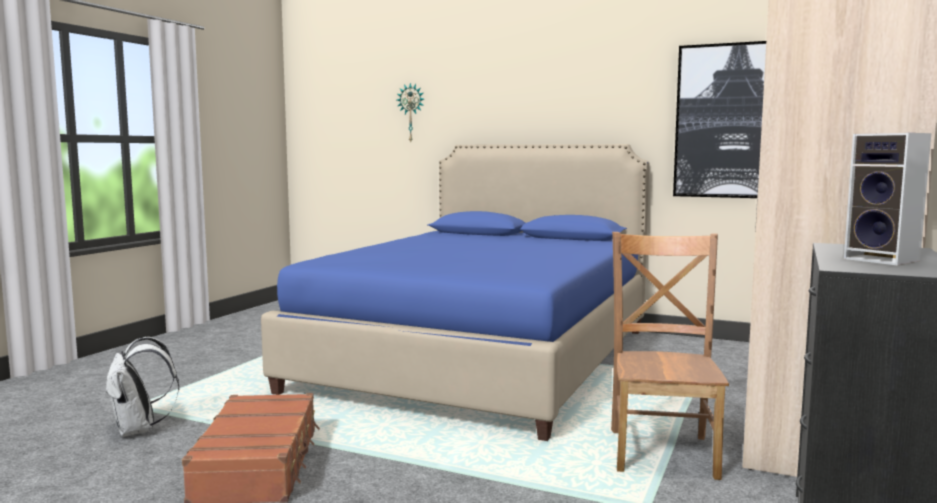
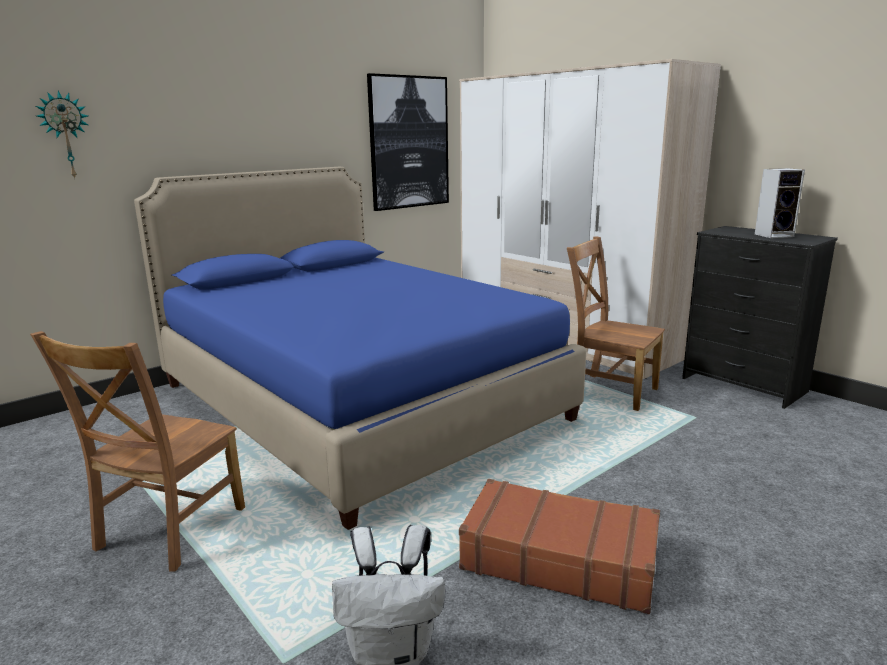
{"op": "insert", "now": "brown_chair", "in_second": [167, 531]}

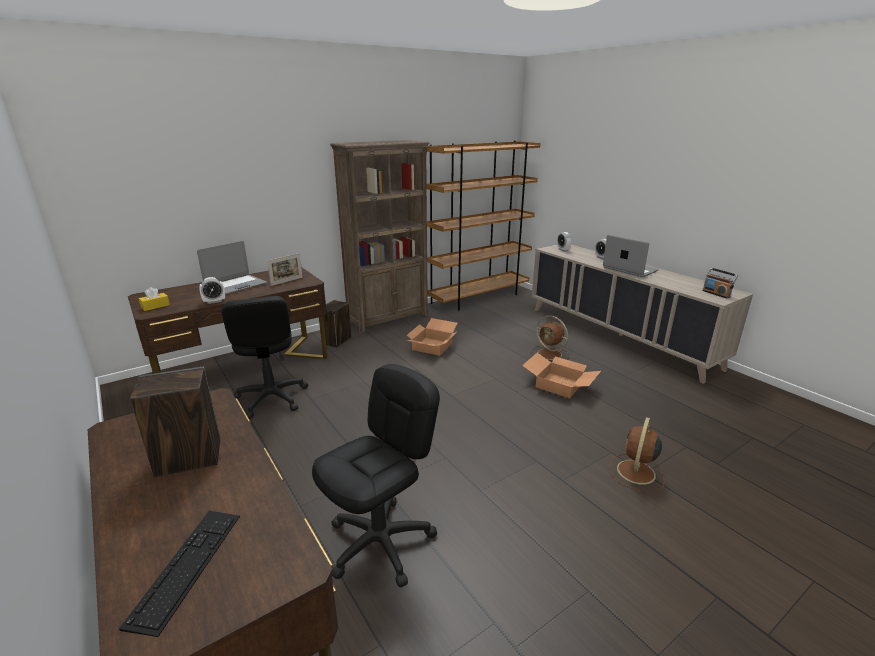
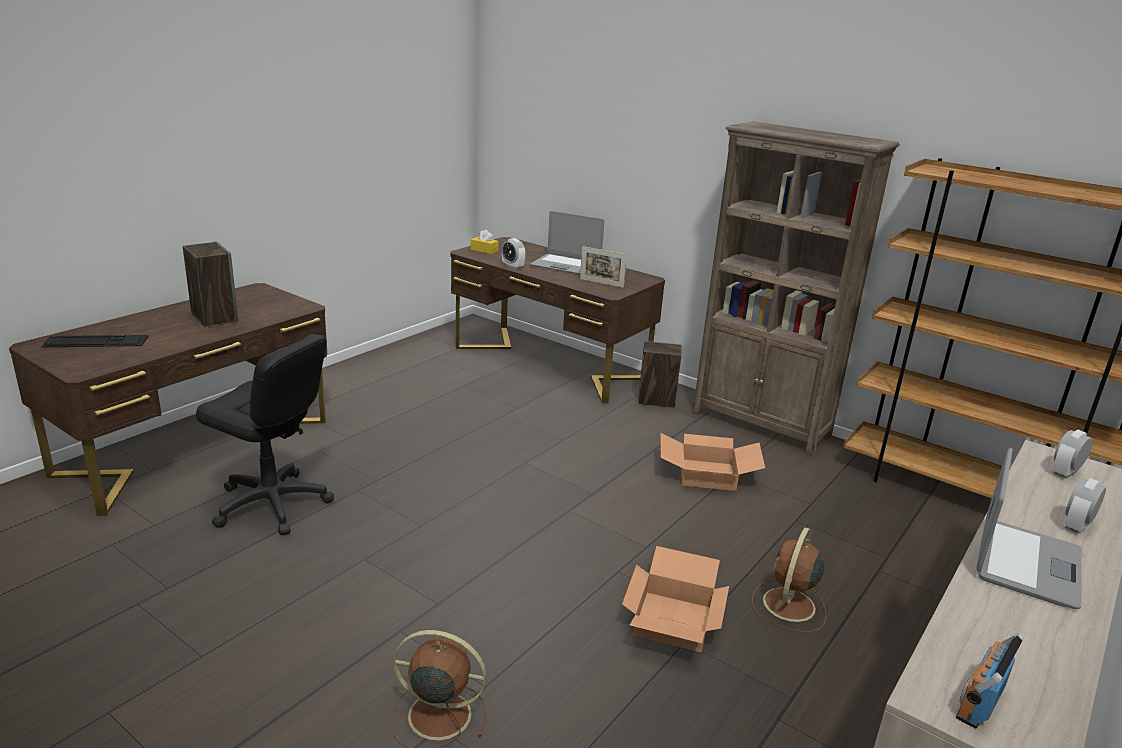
{"op": "delete", "was": "blackish_computer_chair", "in_first": [271, 398]}

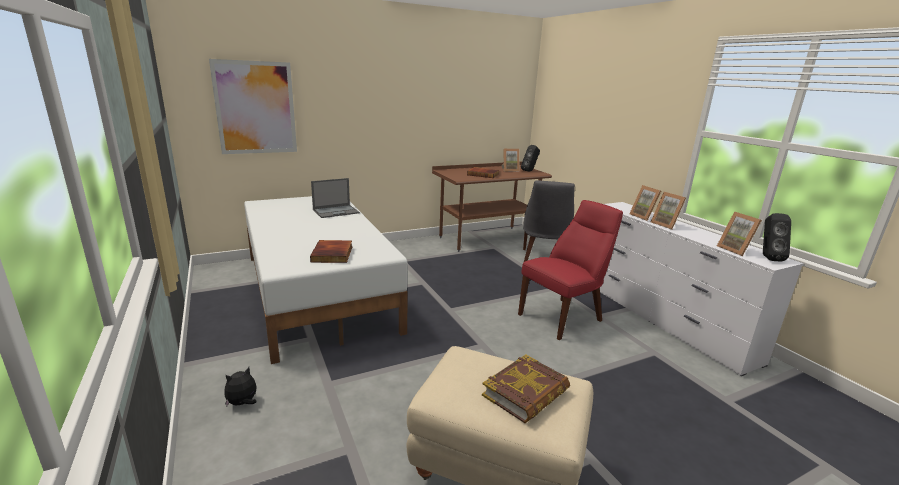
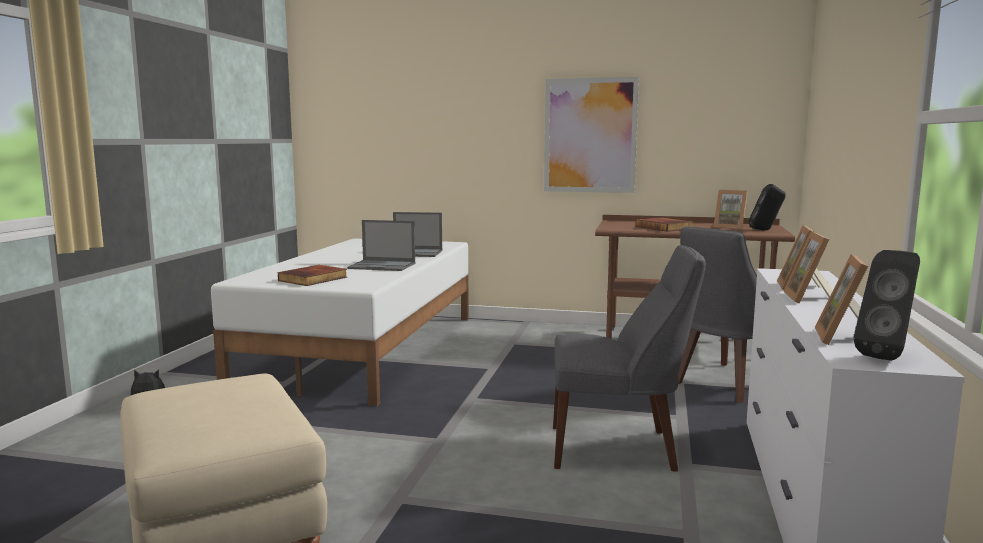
{"op": "move", "was": "picture", "in_first": [255, 108], "in_second": [590, 135]}
{"op": "recolor", "was": "red-coloured_chair", "now": "gray_chair", "in_first": [563, 317], "in_second": [618, 449]}
{"op": "delete", "was": "volume", "in_first": [526, 393]}
{"op": "insert", "now": "portable_computer", "in_second": [383, 266]}

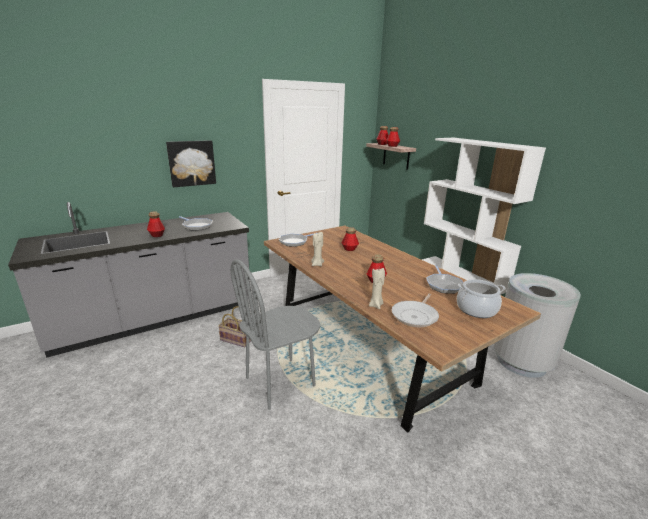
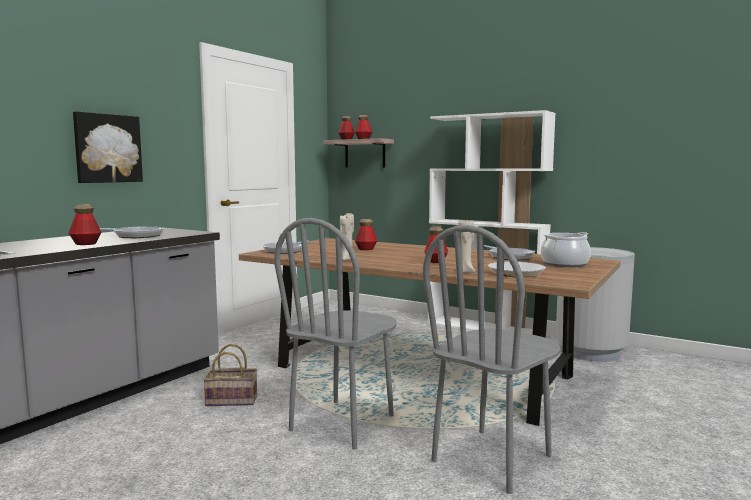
{"op": "insert", "now": "gray_chair", "in_second": [492, 459]}

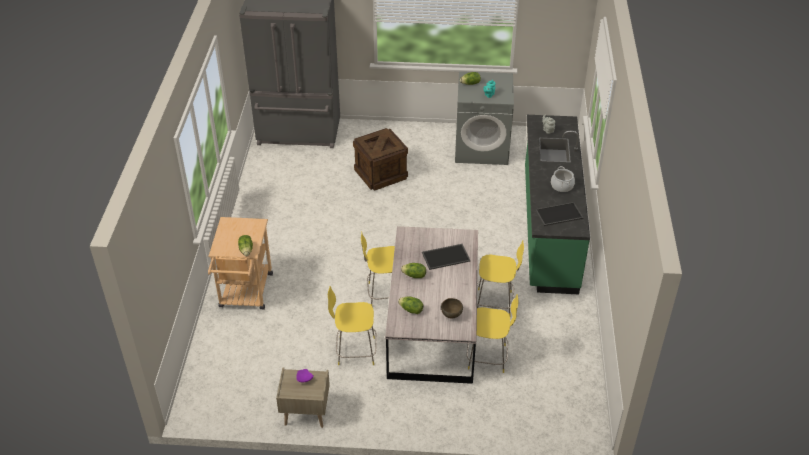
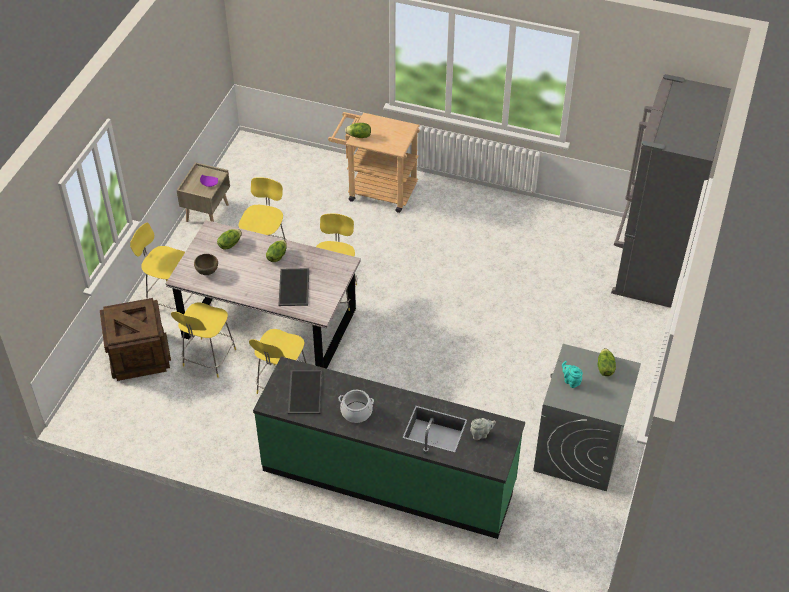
{"op": "move", "was": "crate", "in_first": [380, 174], "in_second": [139, 356]}
{"op": "insert", "now": "yellow-coloured_chair", "in_second": [171, 300]}

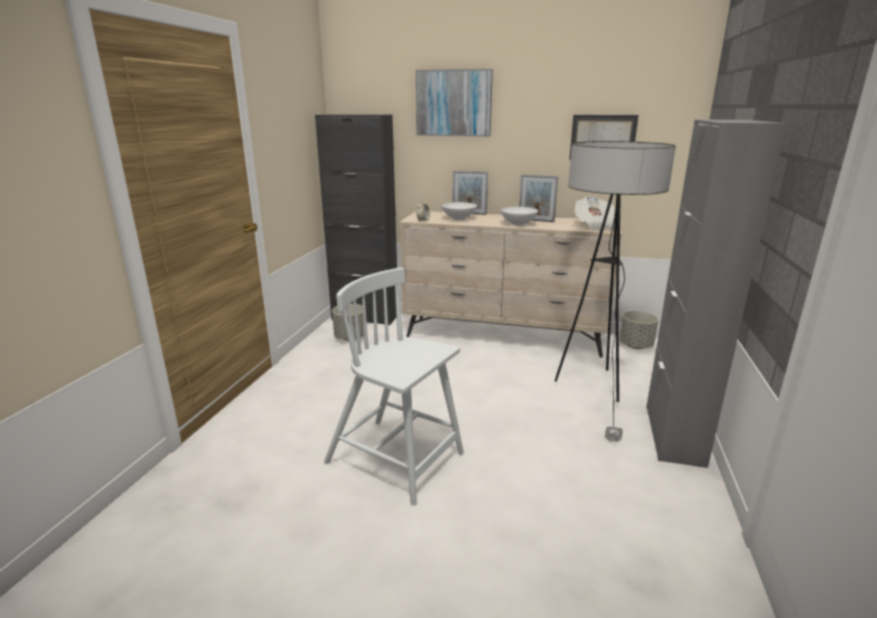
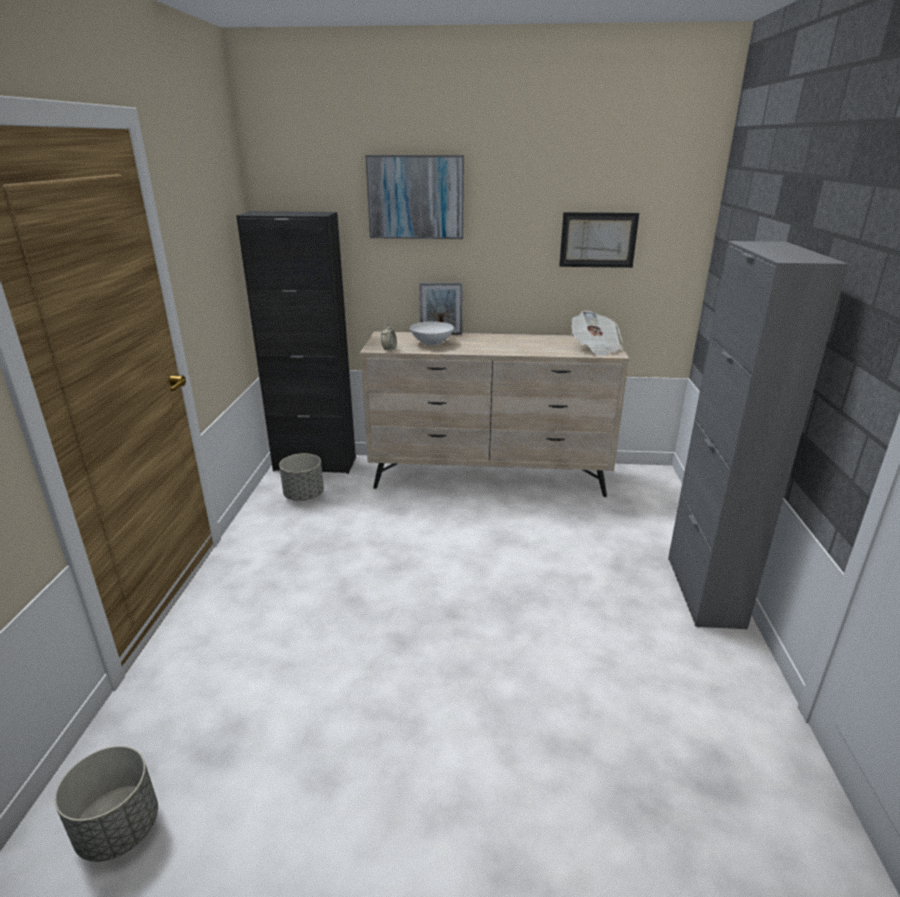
{"op": "delete", "was": "standard_lamp", "in_first": [593, 391]}
{"op": "delete", "was": "picture_frame", "in_first": [536, 220]}
{"op": "delete", "was": "white_bowl", "in_first": [518, 224]}
{"op": "delete", "was": "white_chair", "in_first": [397, 459]}
{"op": "move", "was": "gray_planter", "in_first": [636, 346], "in_second": [119, 829]}

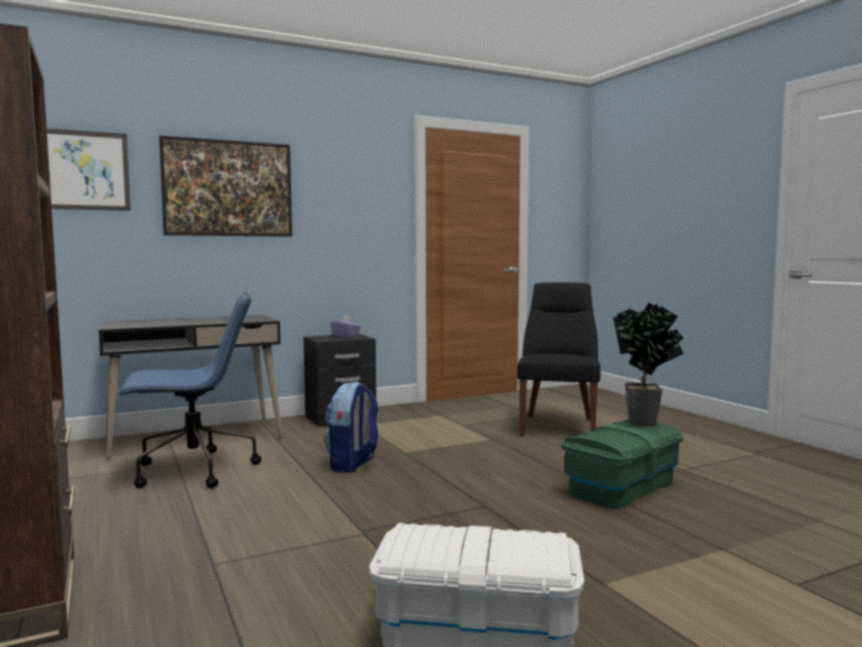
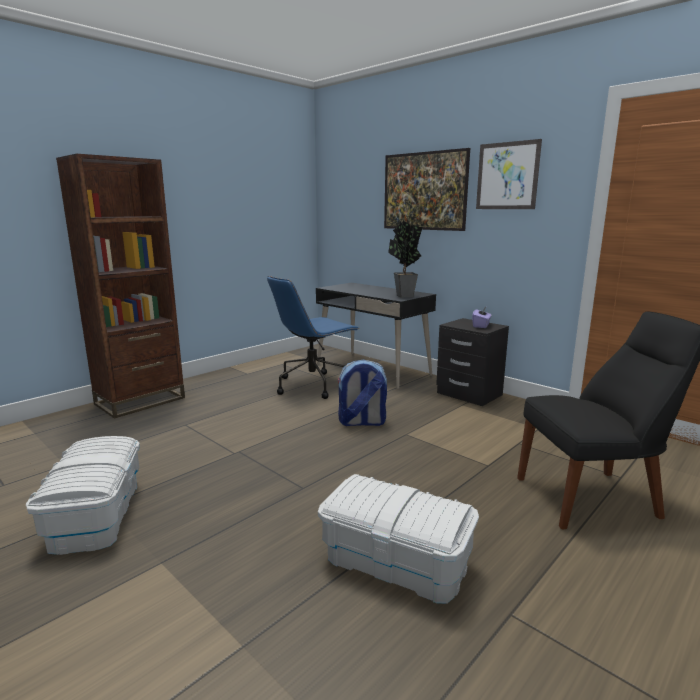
{"op": "move", "was": "picture", "in_first": [86, 170], "in_second": [507, 176]}
{"op": "rotate", "was": "blue-coloured_computer_chair", "in_first": [192, 471], "in_second": [313, 385], "clockwise": 90}
{"op": "move", "was": "houseplant", "in_first": [647, 423], "in_second": [404, 296]}
{"op": "recolor", "was": "green-coloured_storage_bin", "now": "white_storage_bin", "in_first": [621, 488], "in_second": [396, 561]}

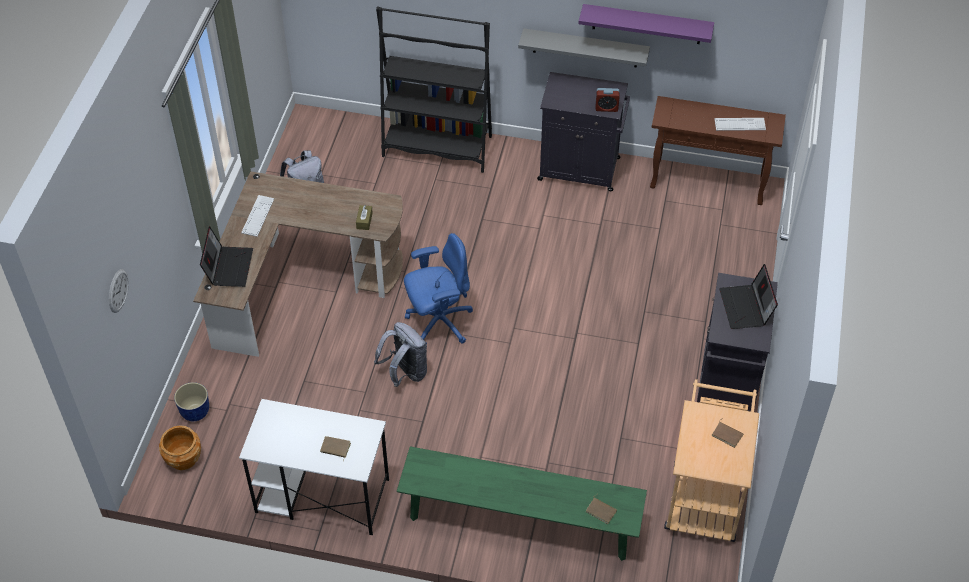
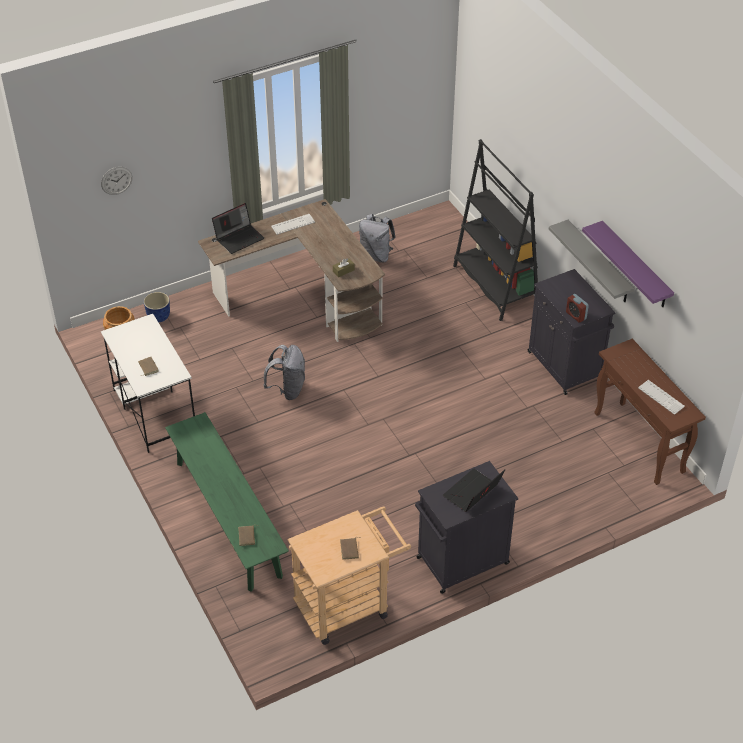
{"op": "delete", "was": "blue-coloured_computer_chair", "in_first": [438, 322]}

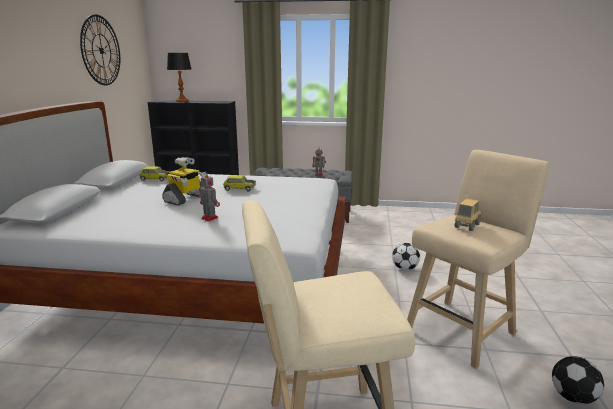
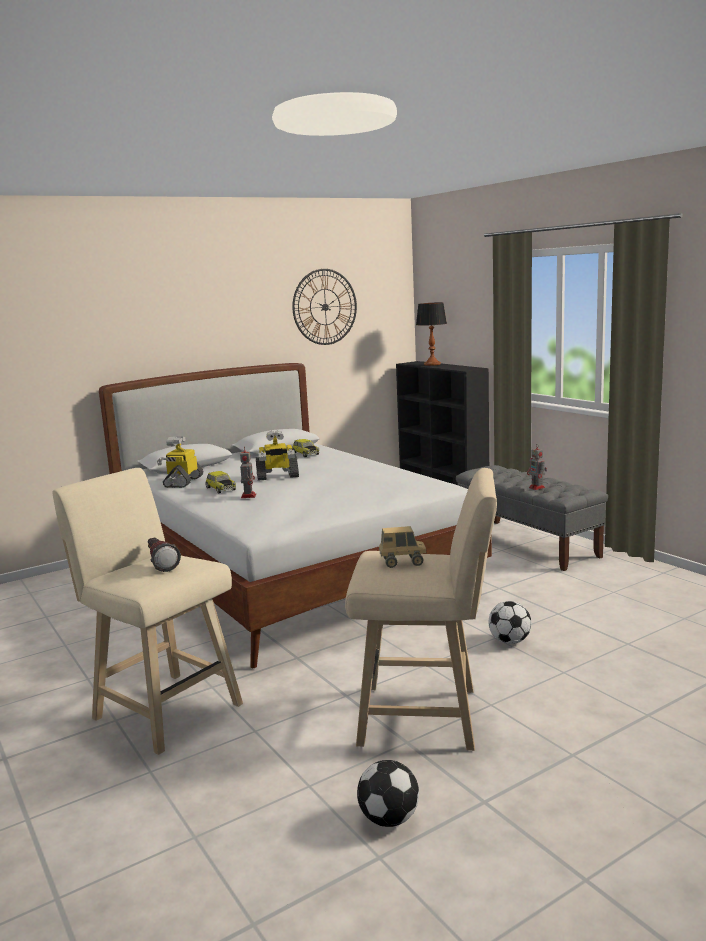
{"op": "move", "was": "model_car", "in_first": [239, 189], "in_second": [220, 489]}
{"op": "insert", "now": "model_robot", "in_second": [183, 482]}
{"op": "insert", "now": "hand_torch", "in_second": [160, 563]}

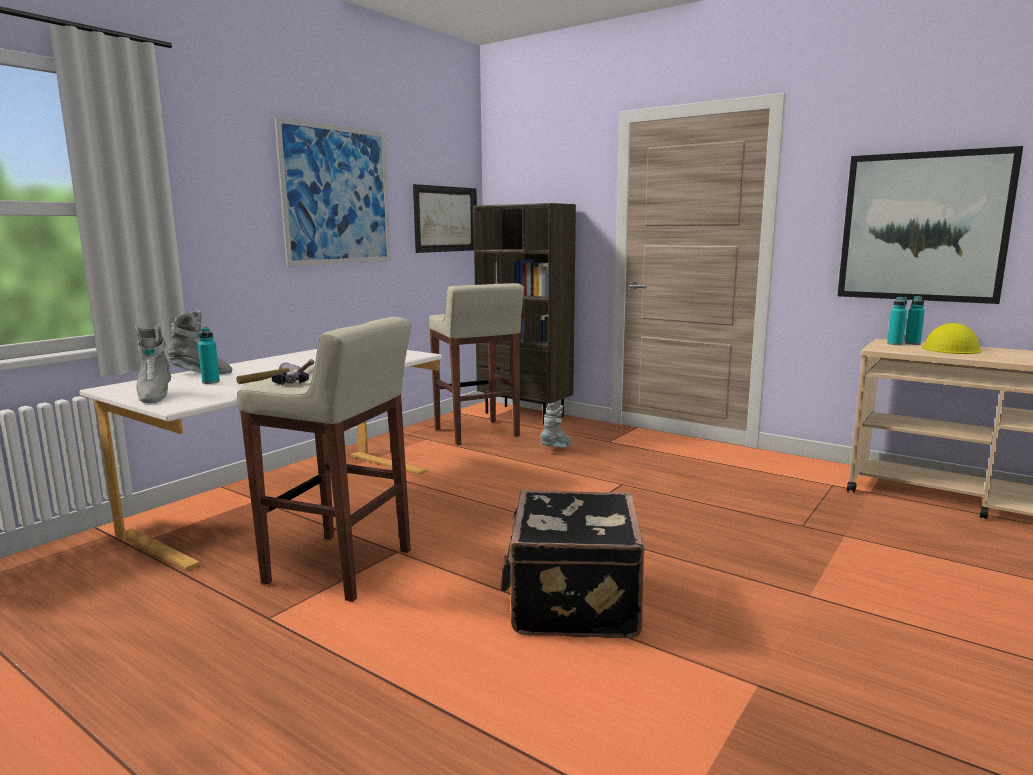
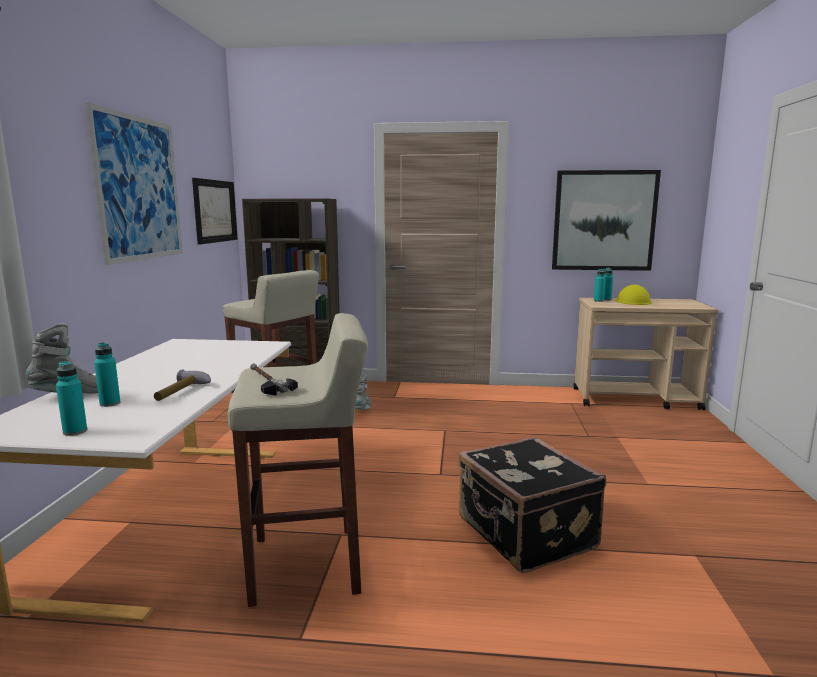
{"op": "replace", "was": "gray_high-top_boot", "now": "blue-green_drink_bottle", "in_first": [154, 396], "in_second": [75, 431]}

